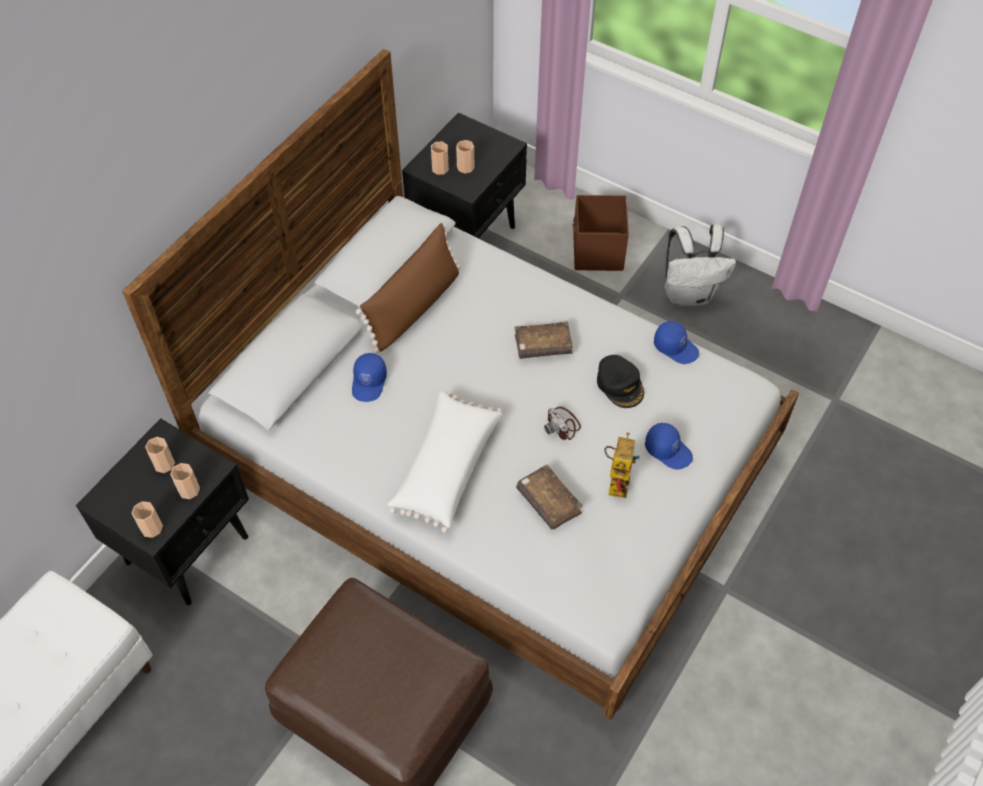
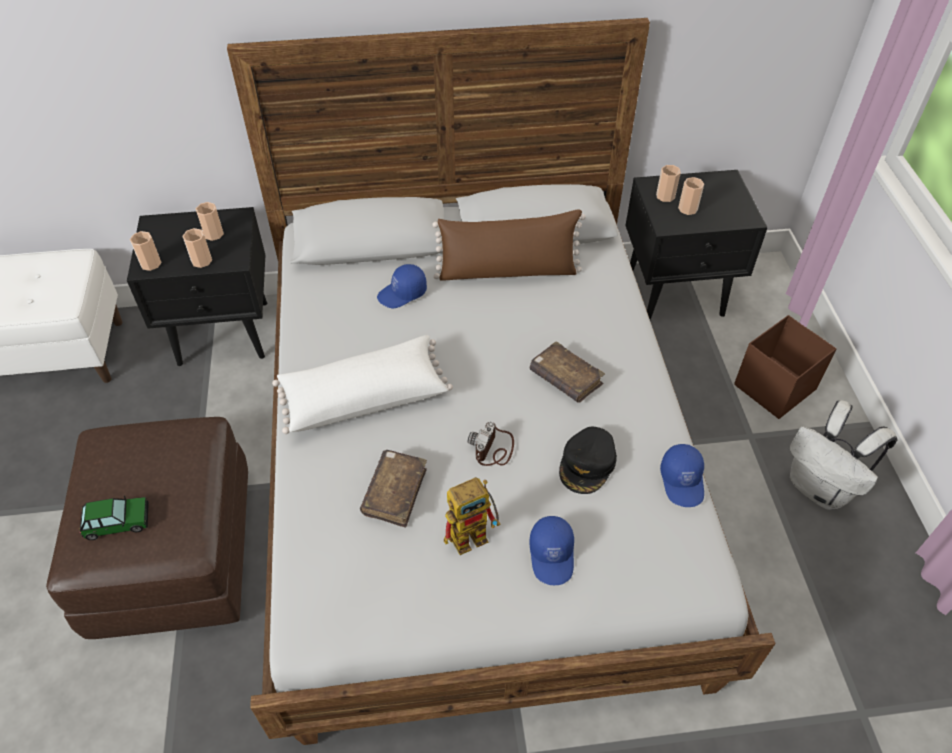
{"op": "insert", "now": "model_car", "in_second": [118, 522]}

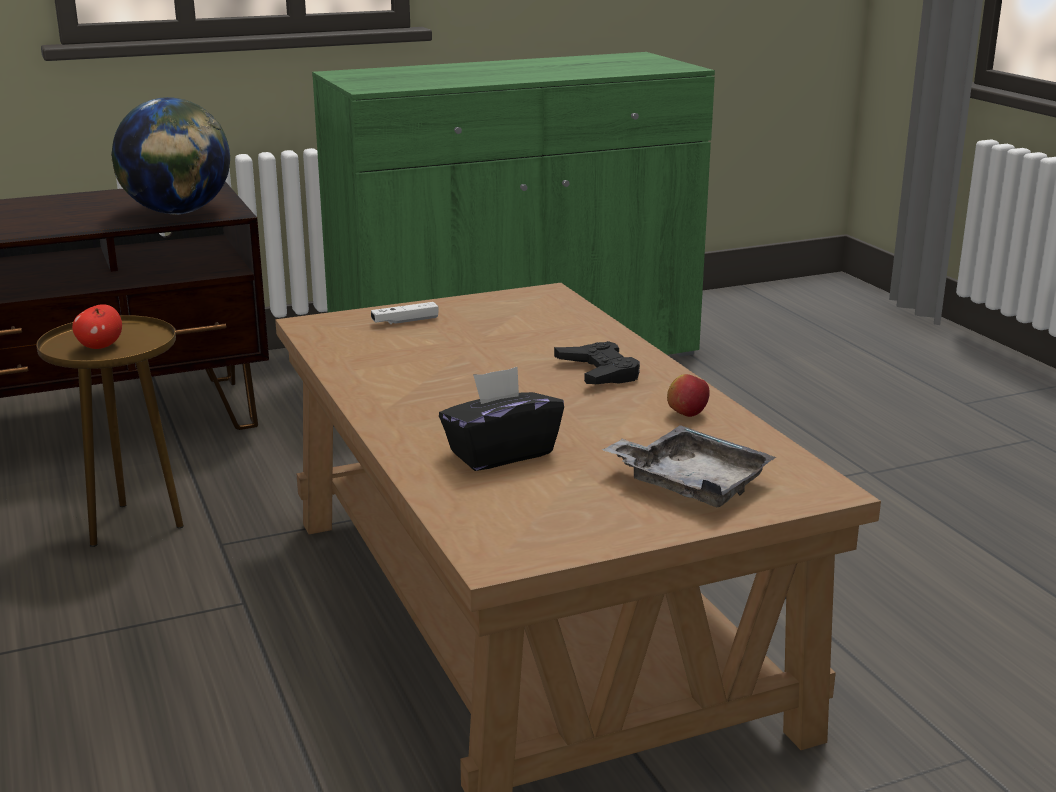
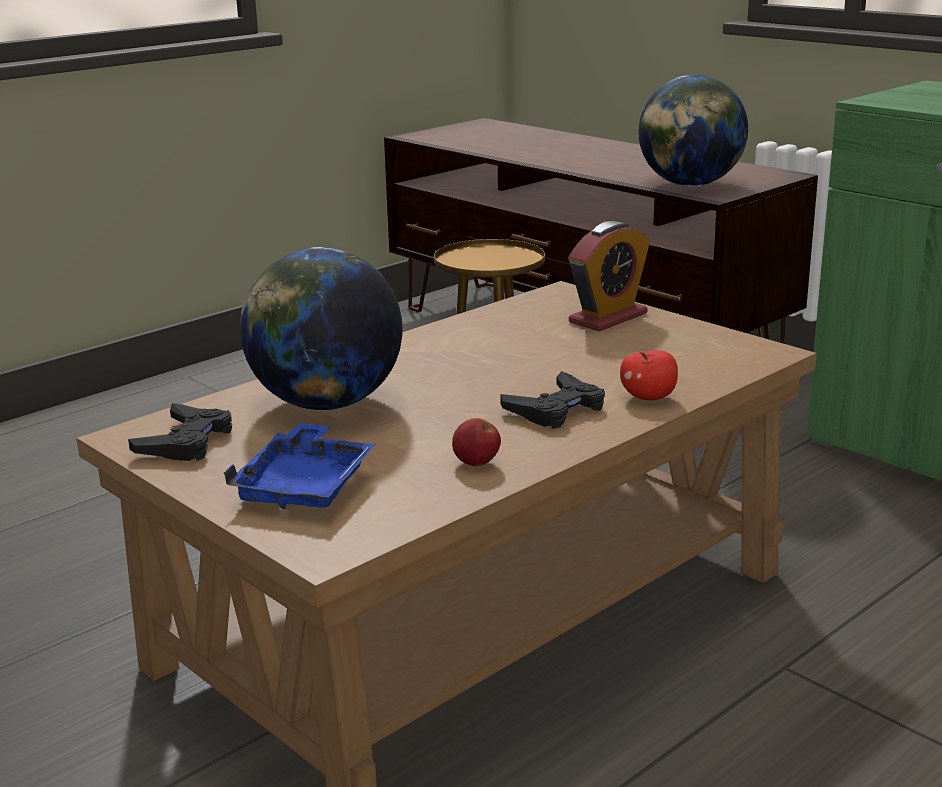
{"op": "replace", "was": "white_joypad", "now": "table_clock", "in_first": [405, 321], "in_second": [608, 318]}
{"op": "move", "was": "whole_apple", "in_first": [100, 346], "in_second": [648, 397]}
{"op": "replace", "was": "blackish_tissue_box", "now": "globe", "in_first": [501, 453], "in_second": [326, 404]}
{"op": "recolor", "was": "gray_carrying_tray", "now": "blue-coloured_carrying_tray", "in_first": [690, 483], "in_second": [306, 486]}
{"op": "insert", "now": "blackish_joypad", "in_second": [186, 442]}

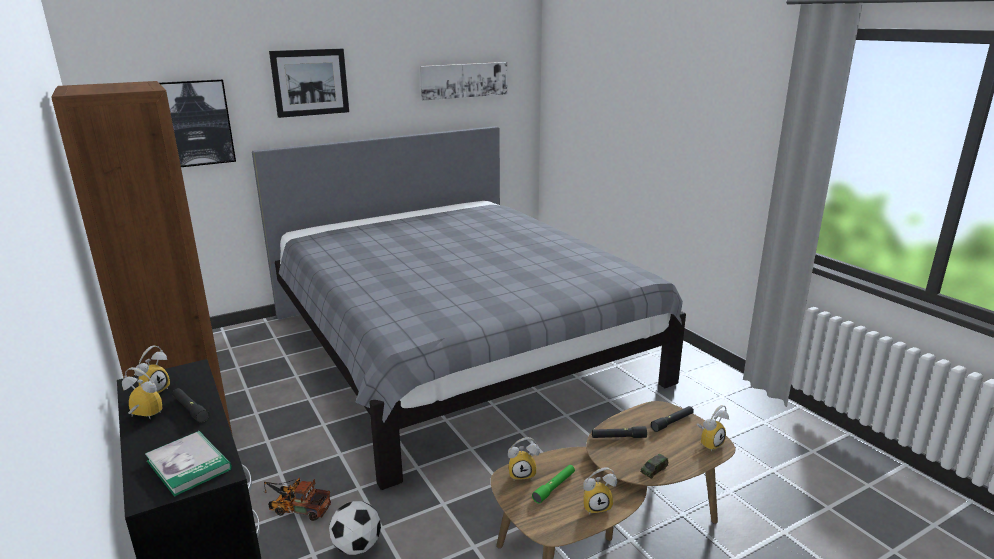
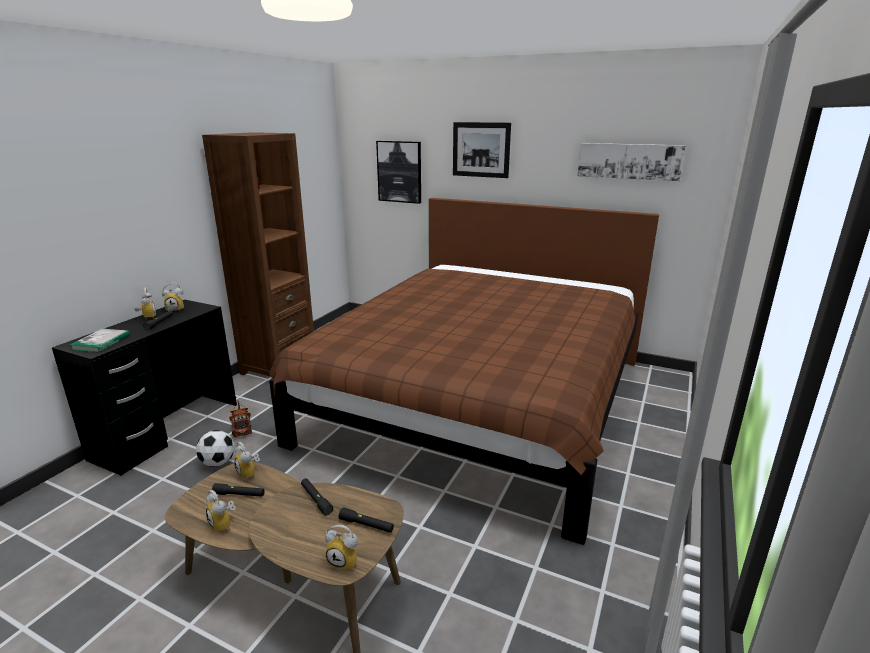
{"op": "recolor", "was": "gray_bedroom_bed", "now": "brown_bedroom_bed", "in_first": [456, 348], "in_second": [480, 399]}
{"op": "delete", "was": "model_car", "in_first": [654, 470]}
{"op": "recolor", "was": "green-coloured_hand_torch", "now": "blackish_hand_torch", "in_first": [554, 487], "in_second": [239, 494]}

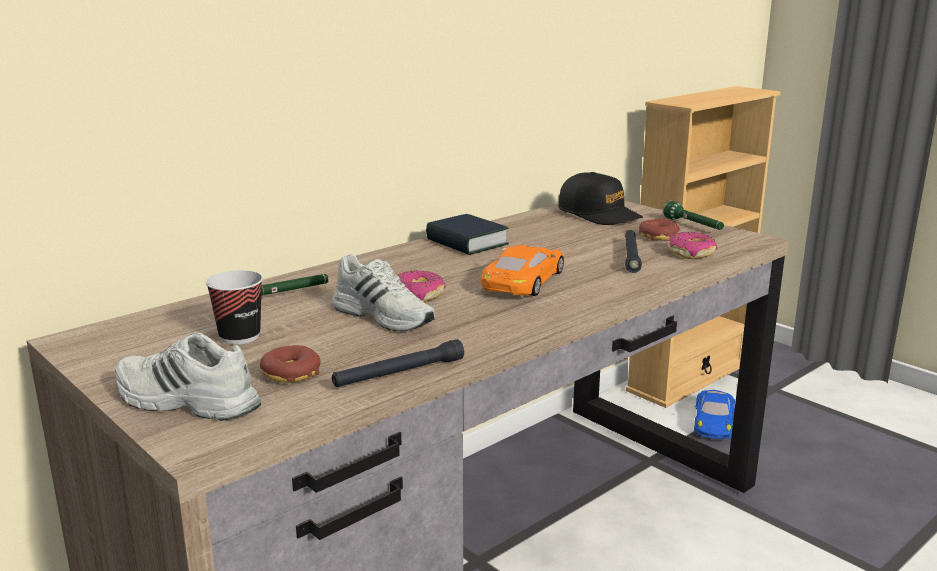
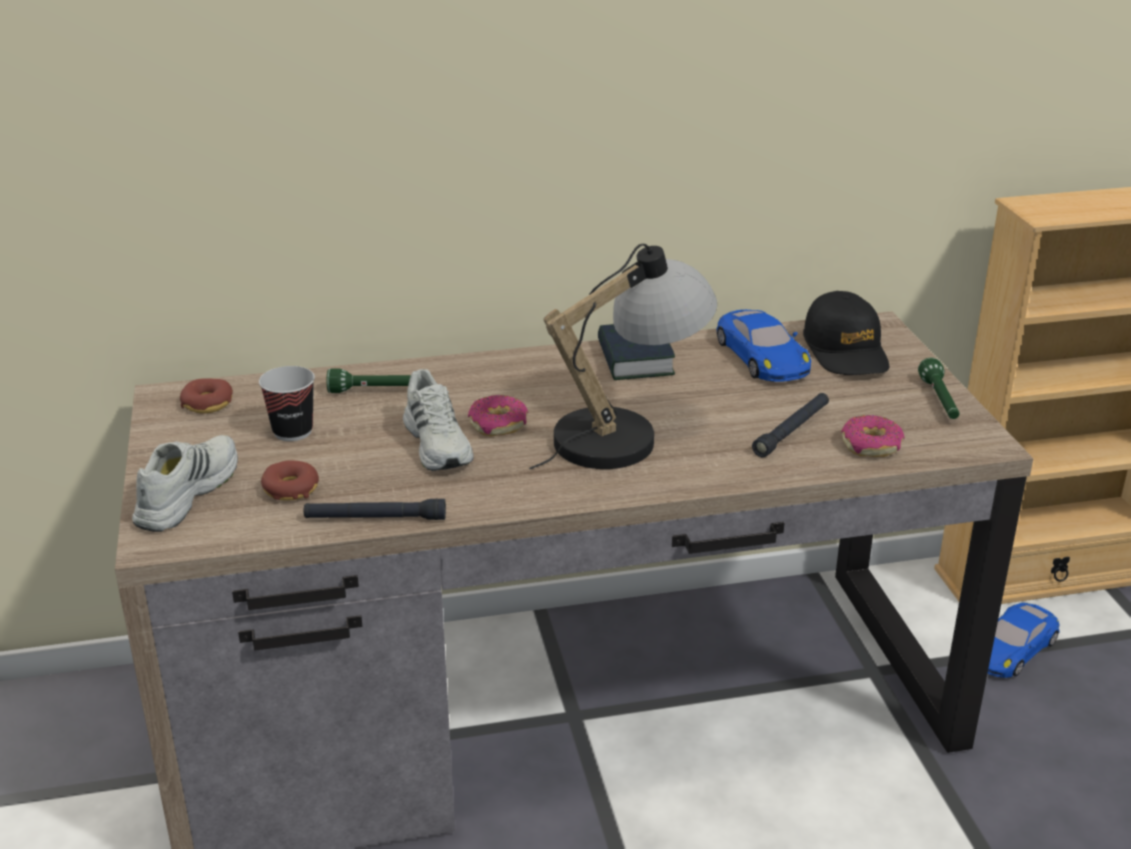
{"op": "move", "was": "ring_doughnut", "in_first": [658, 236], "in_second": [208, 403]}
{"op": "replace", "was": "orangey_model_car", "now": "lamp_for_a_table", "in_first": [523, 280], "in_second": [627, 434]}
{"op": "rotate", "was": "white_low_shoe", "in_first": [184, 401], "in_second": [186, 493], "clockwise": 60}
{"op": "insert", "now": "blue-coloured_model_car", "in_second": [762, 356]}

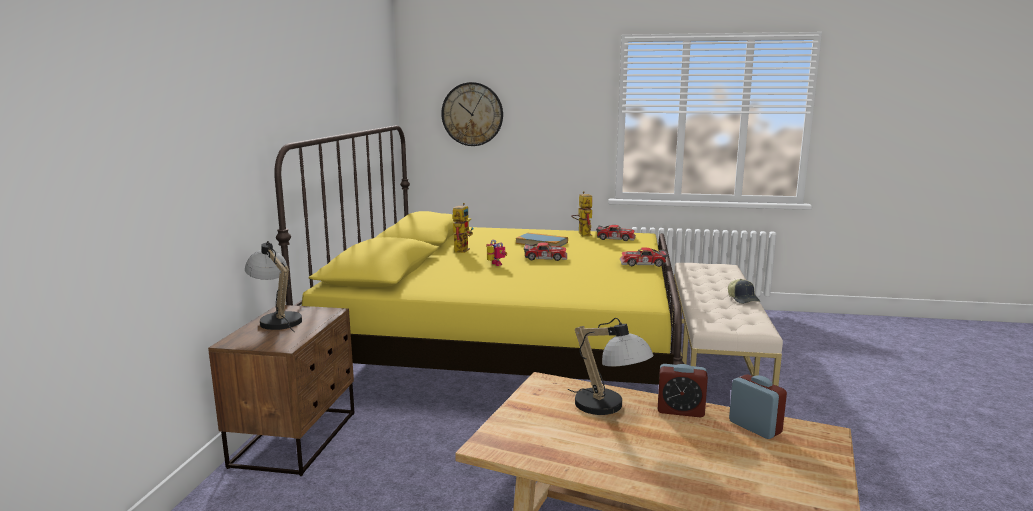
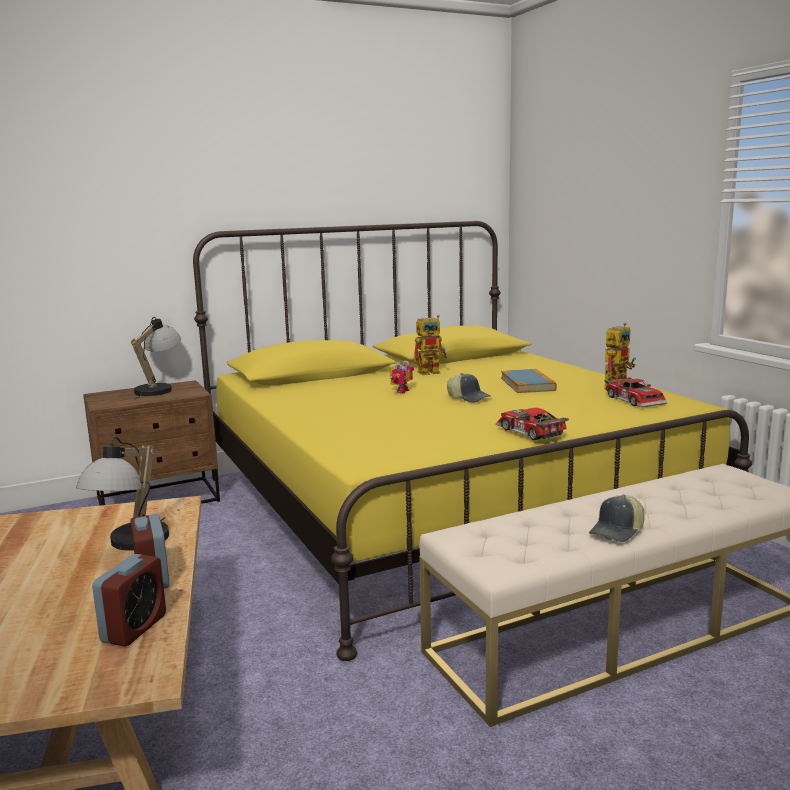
{"op": "delete", "was": "clock_on_the_wall", "in_first": [472, 114]}
{"op": "replace", "was": "model_car", "now": "peaked_cap", "in_first": [545, 257], "in_second": [468, 398]}

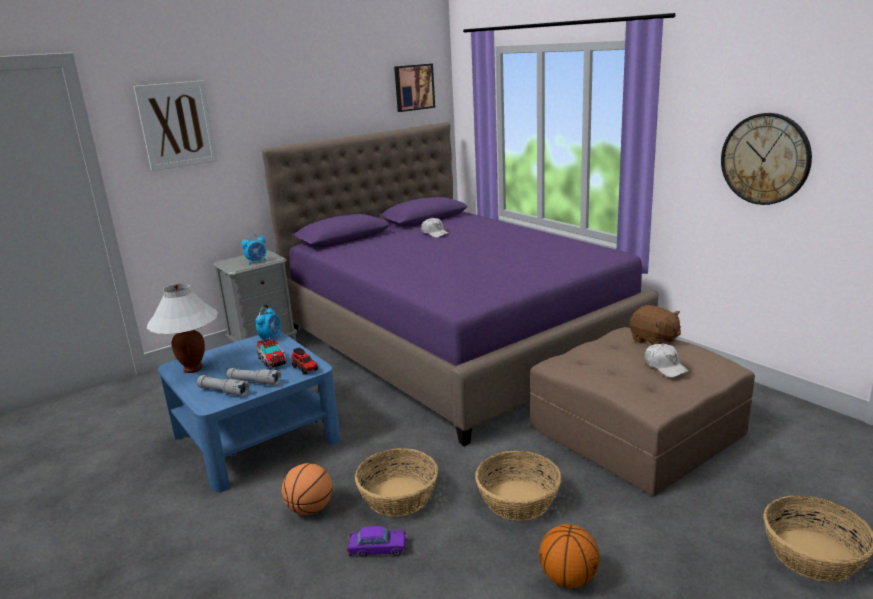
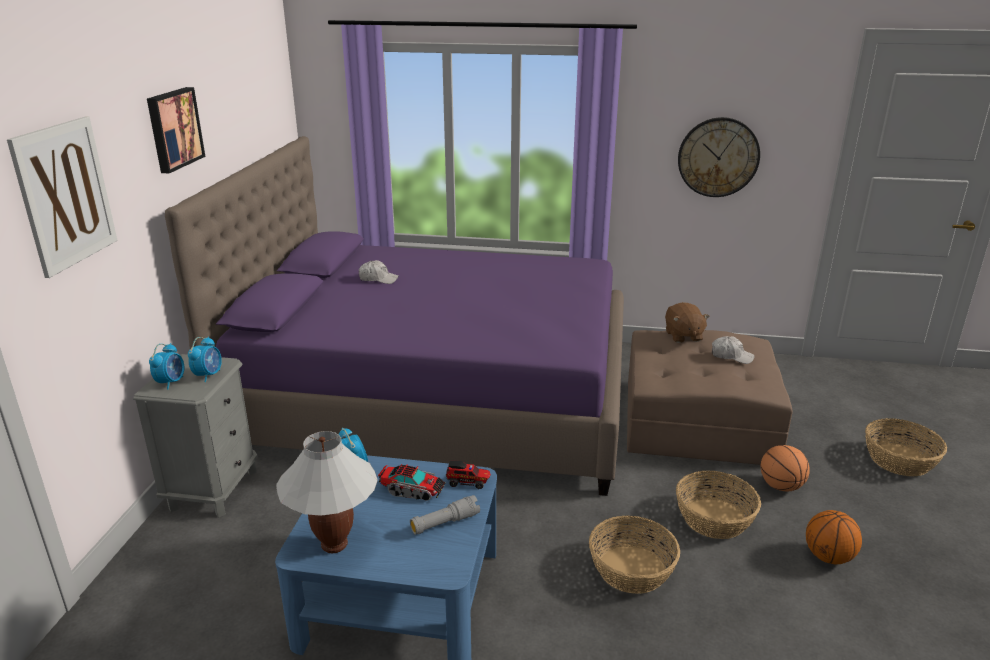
{"op": "move", "was": "picture", "in_first": [413, 87], "in_second": [173, 129]}
{"op": "rotate", "was": "brown_soft_toy", "in_first": [654, 340], "in_second": [683, 336], "clockwise": 75}
{"op": "delete", "was": "gray_hand_torch", "in_first": [223, 392]}
{"op": "move", "was": "basketball_ball", "in_first": [310, 509], "in_second": [781, 486]}
{"op": "delete", "was": "purple-coloured_model_car", "in_first": [378, 548]}
{"op": "insert", "now": "table_clock", "in_second": [171, 382]}

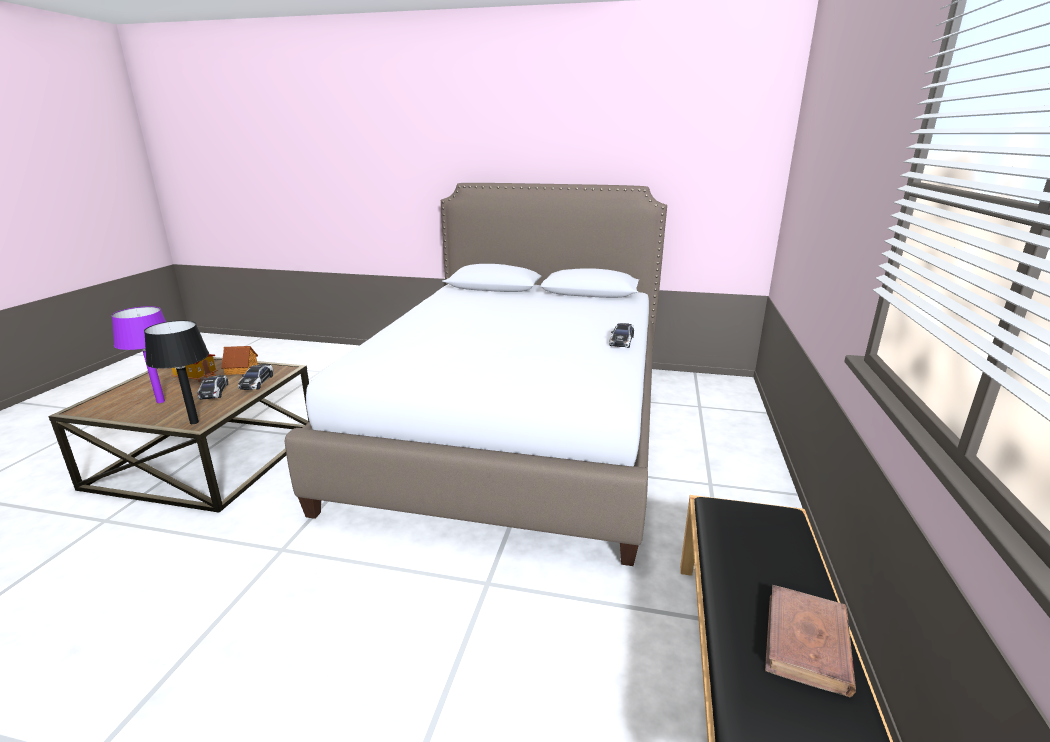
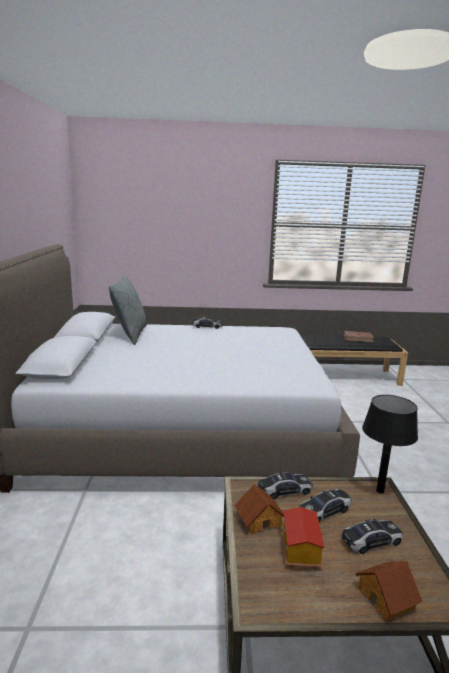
{"op": "replace", "was": "purple-coloured_lamp_for_a_table", "now": "model_car", "in_first": [161, 401], "in_second": [371, 541]}
{"op": "insert", "now": "gray_pillow", "in_second": [130, 334]}
{"op": "insert", "now": "toy_house", "in_second": [386, 598]}

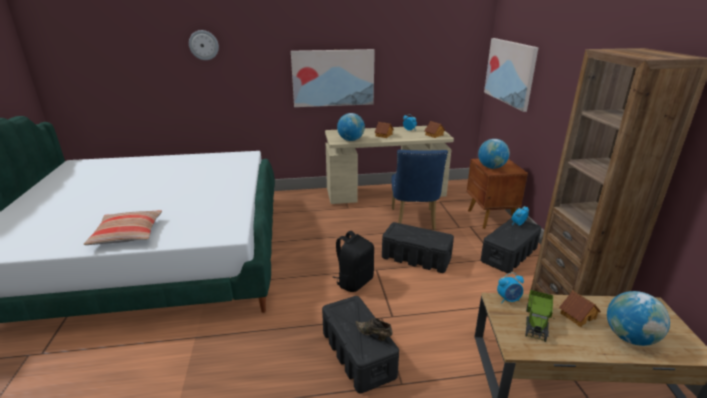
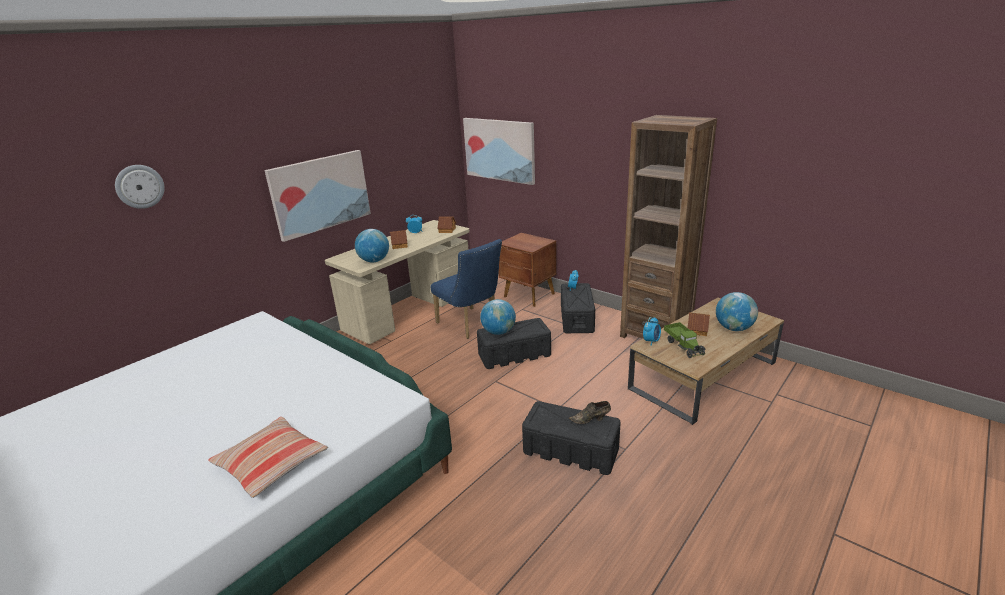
{"op": "move", "was": "globe", "in_first": [491, 167], "in_second": [498, 332]}
{"op": "delete", "was": "blackish_knapsack", "in_first": [354, 282]}

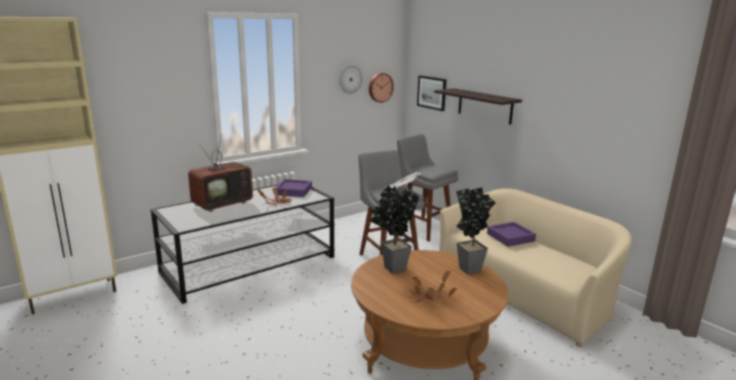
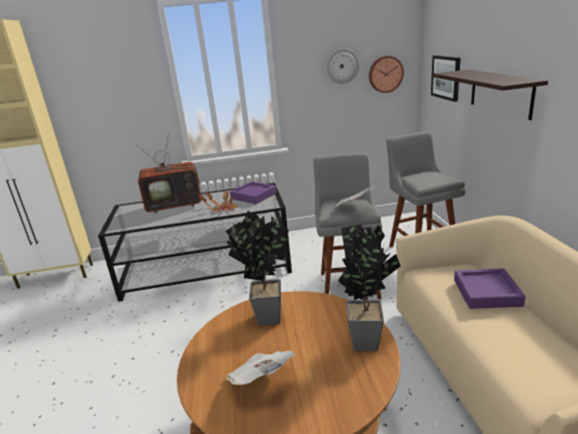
{"op": "replace", "was": "houseplant", "now": "daily_paper", "in_first": [427, 298], "in_second": [262, 379]}

